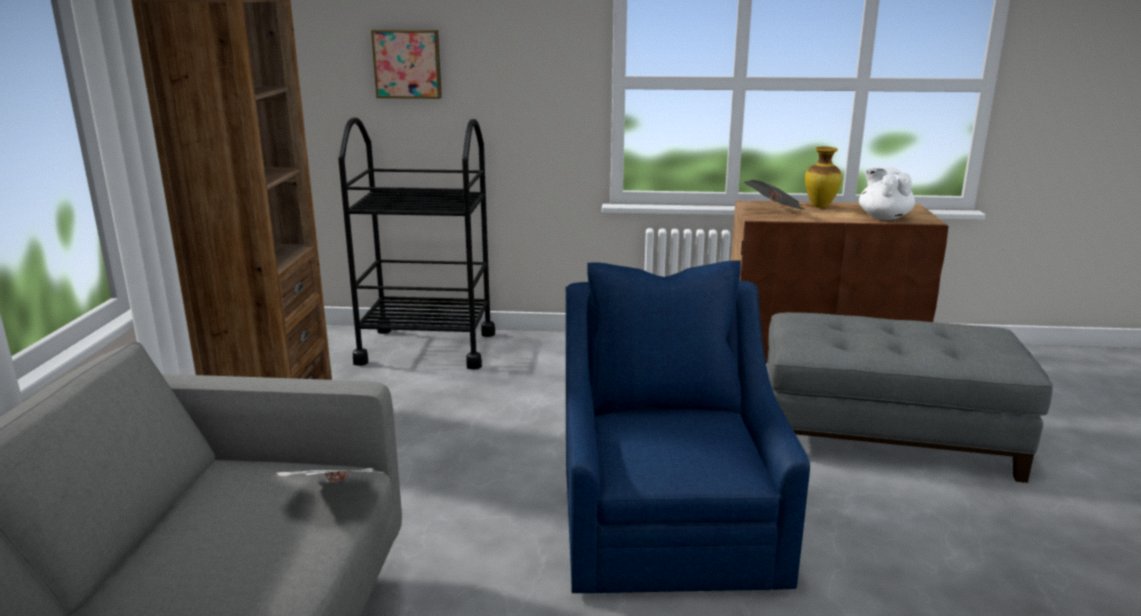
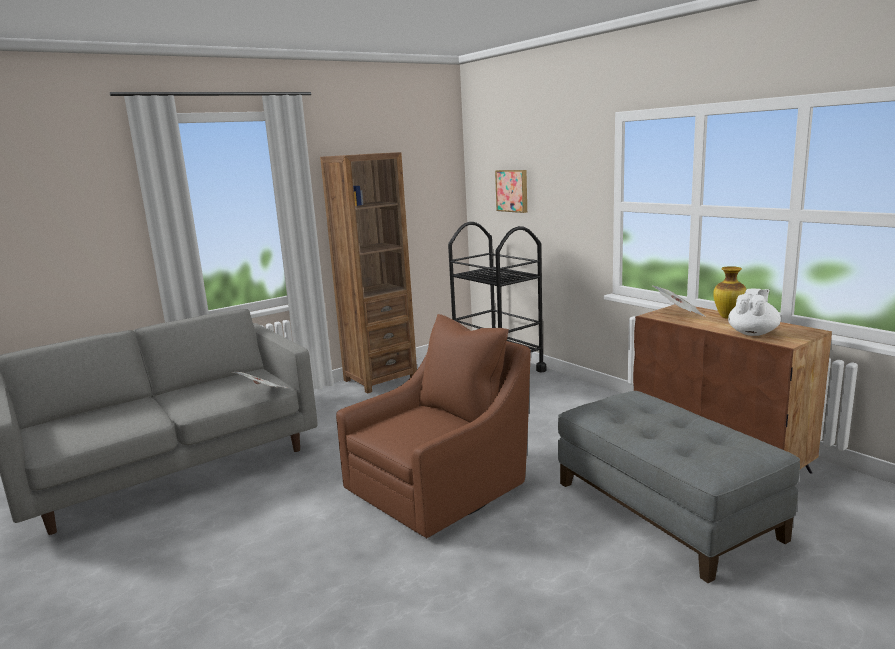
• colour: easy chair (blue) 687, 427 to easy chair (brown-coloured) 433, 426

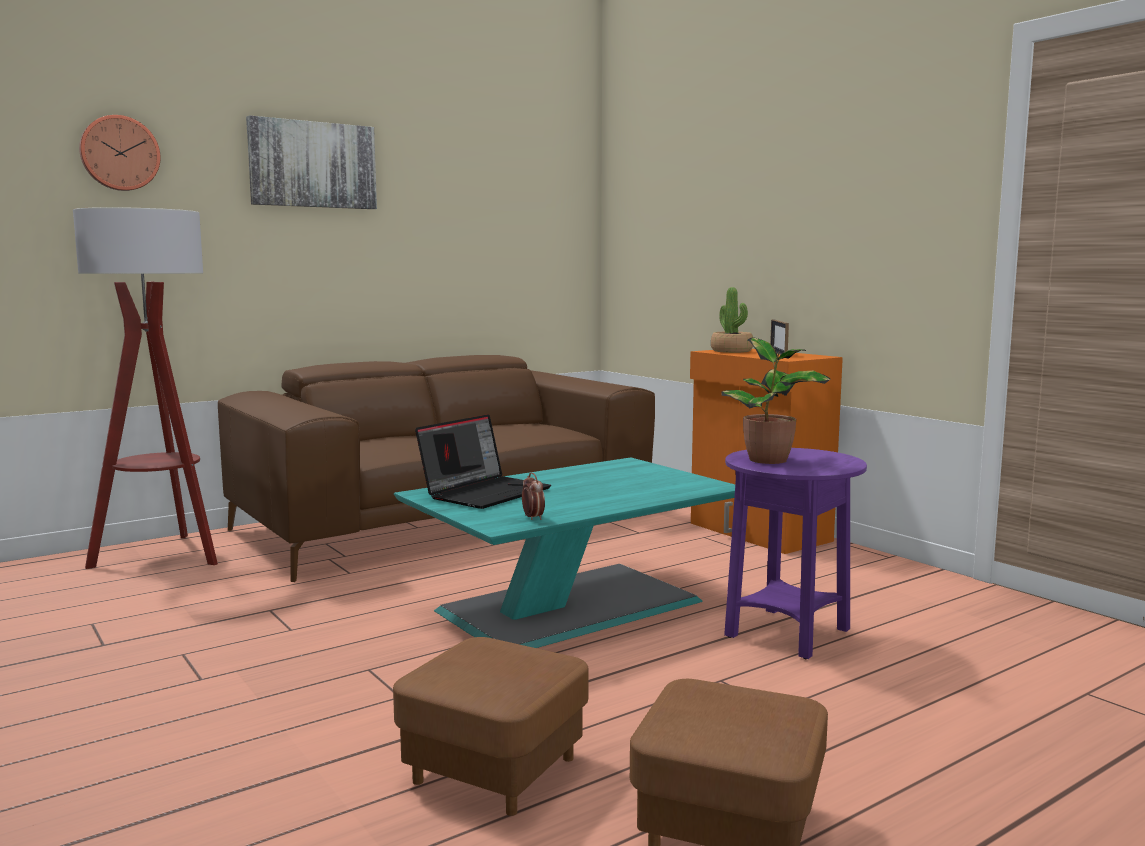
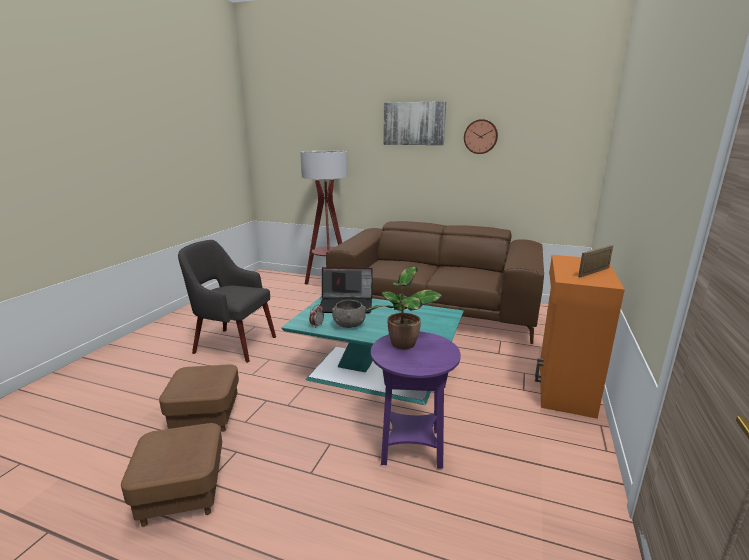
• relocated: clock on the wall 120, 153 to 481, 136
• missing: potted plant 732, 320
• appeared: easy chair (grey) 227, 301
• appeared: bowl (grey) 349, 314

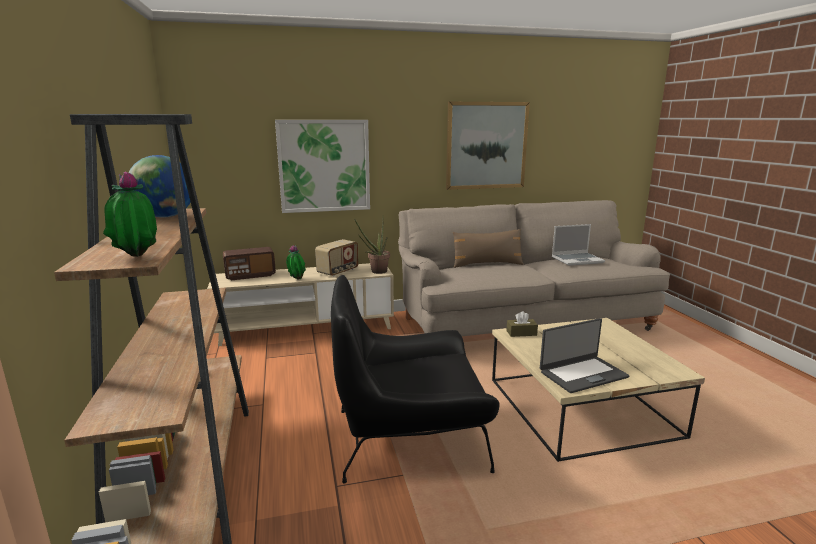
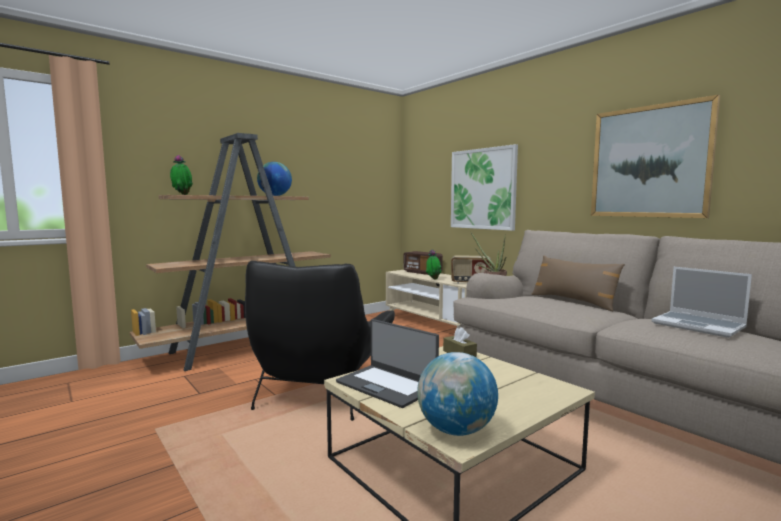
• spun: easy chair (black) 415, 379 = 320, 341 135 degrees counterclockwise
• appeared: globe 457, 394

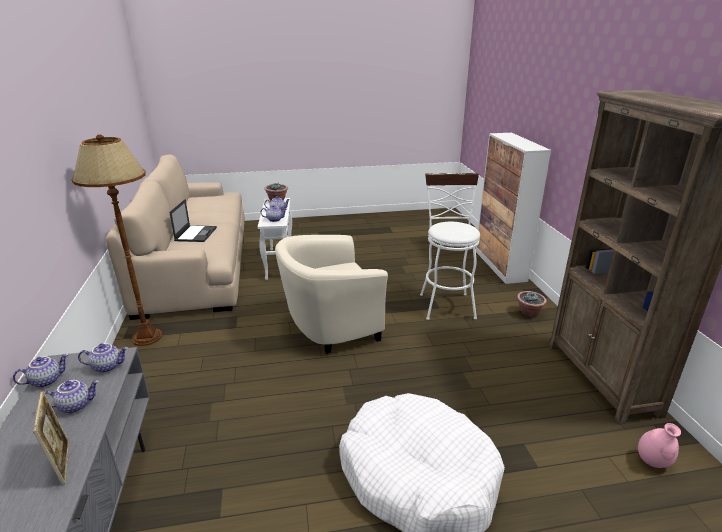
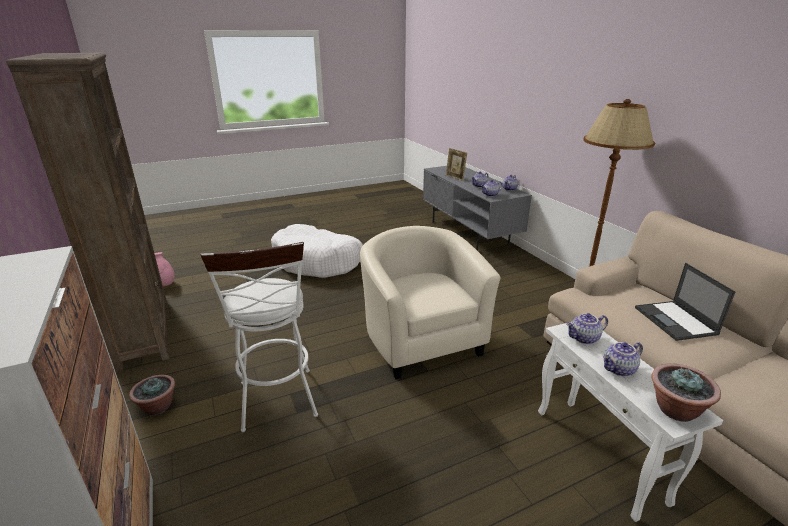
• spun: easy chair (beige-coloured) 331, 294 = 430, 302 75 degrees counterclockwise

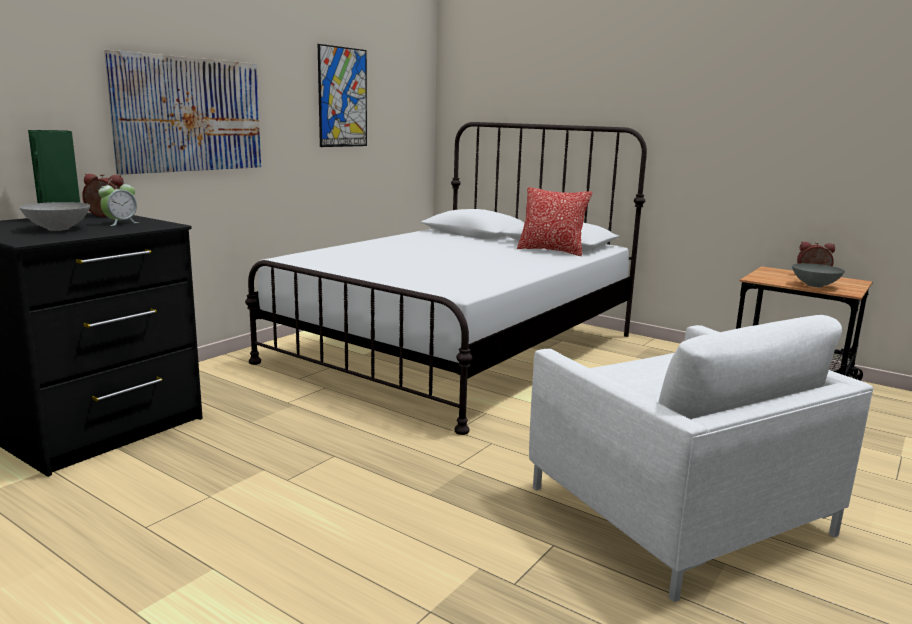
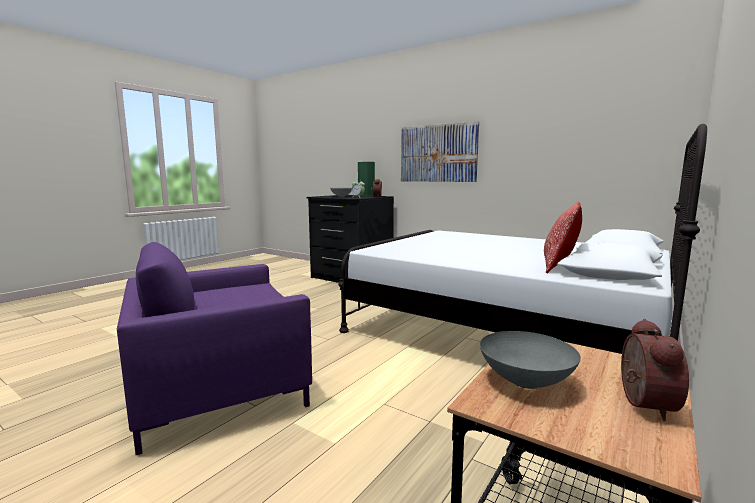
• missing: picture 342, 95
• colour: easy chair (white) 701, 458 to easy chair (purple) 214, 348

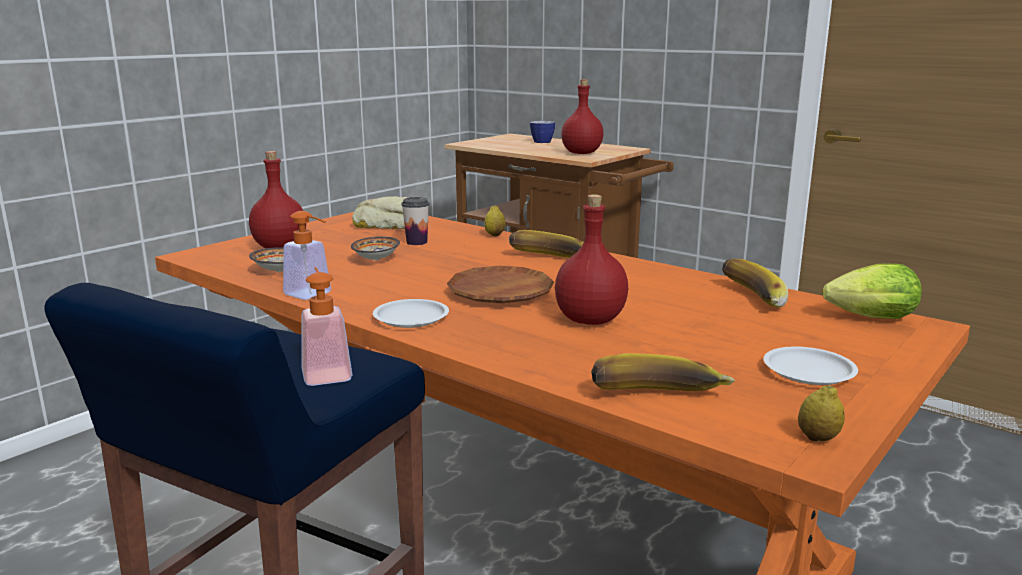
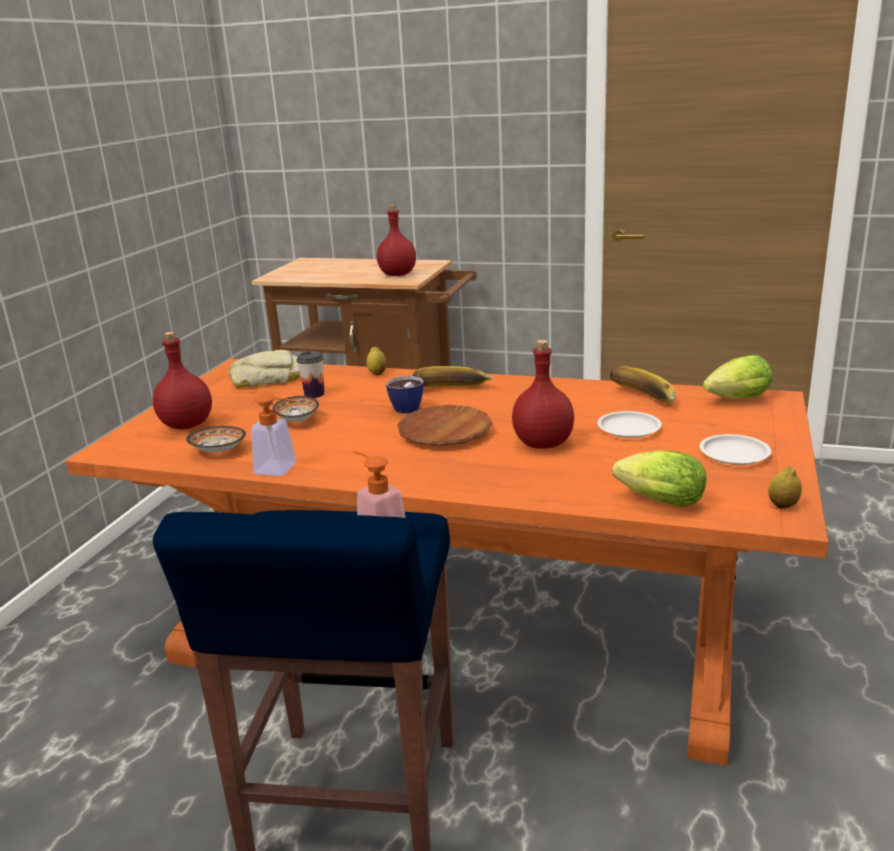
• relocated: dinner plate (white) 411, 313 to 629, 424
• relocated: cup 543, 132 to 405, 394
• exchanged: banana fruit 663, 372 to lettuce 660, 478

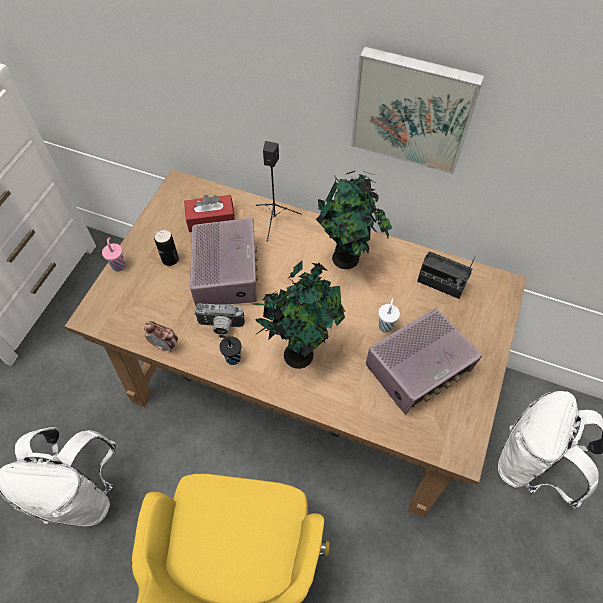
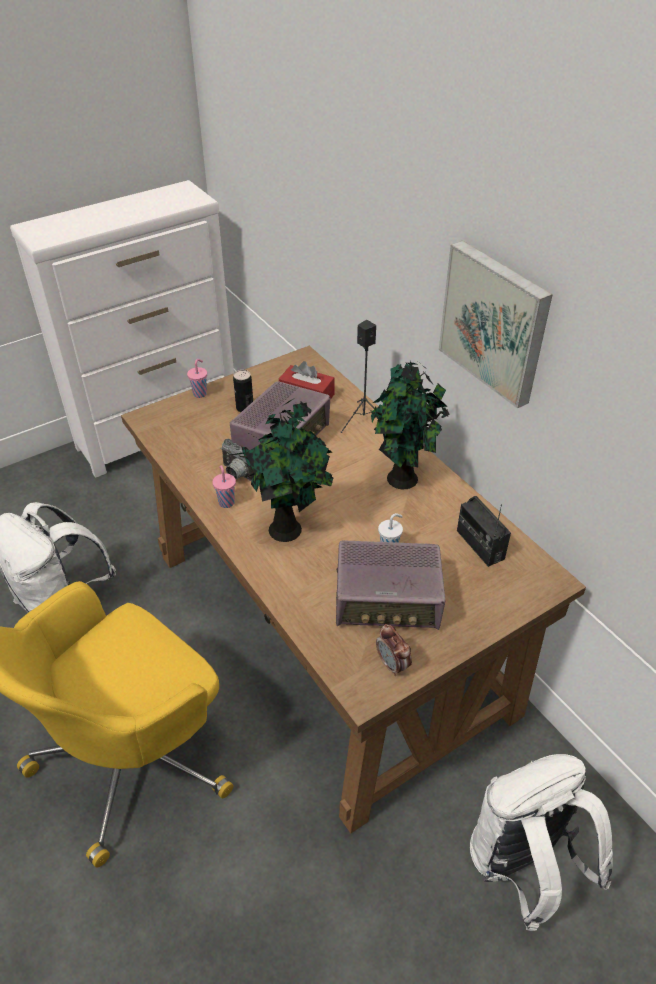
• relocated: alarm clock 161, 336 to 394, 650
• colour: cup (black) 230, 350 to cup (pink-coloured) 224, 486

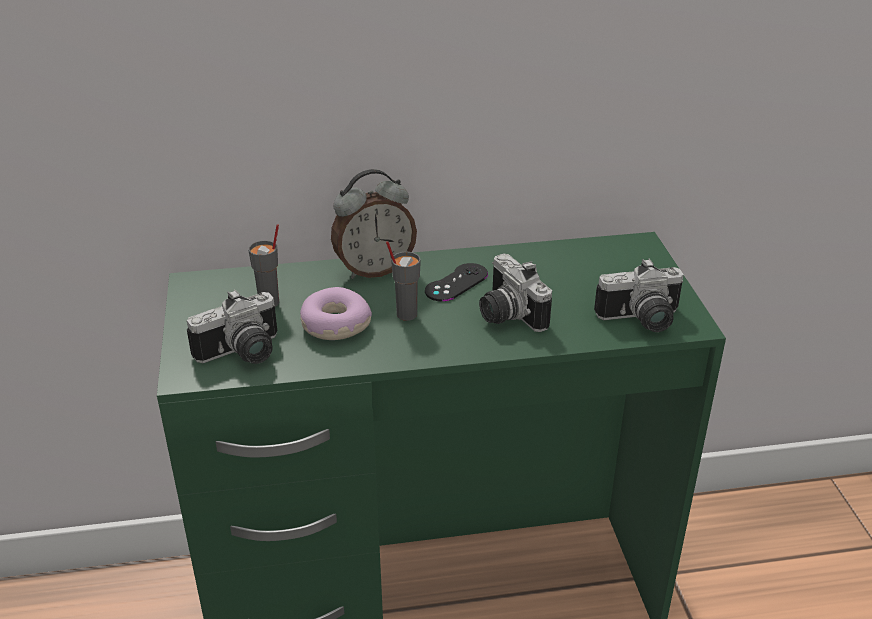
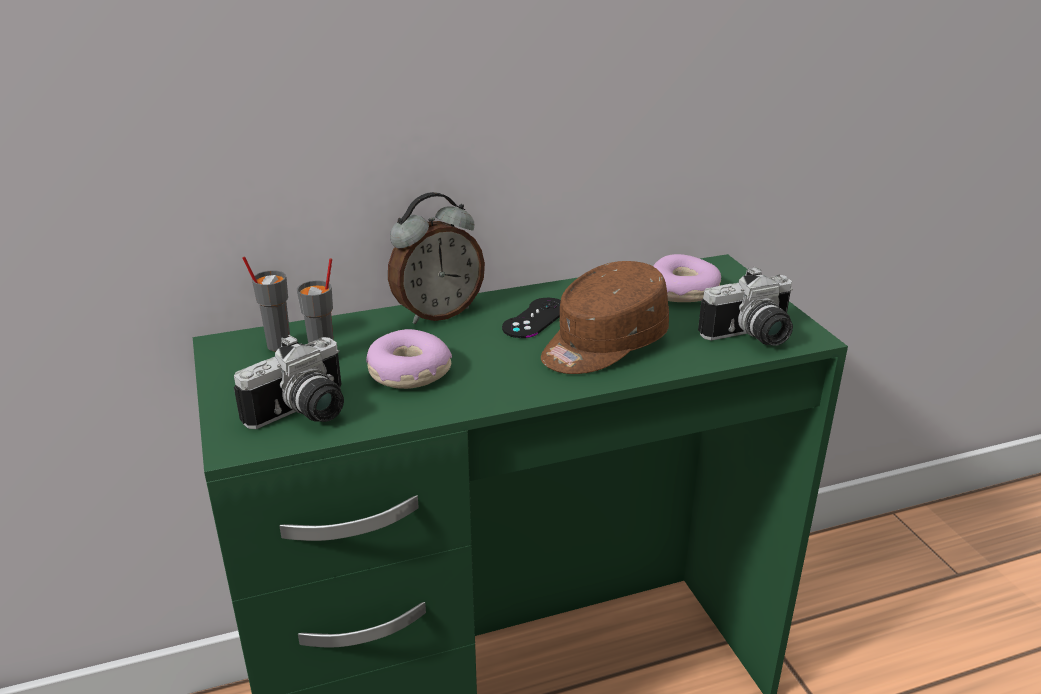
• relocated: cup (grey) 403, 281 to 266, 304
• exchanged: photo camera 515, 293 to peaked cap (brown-coloured) 605, 317
• appeared: ring doughnut 687, 278

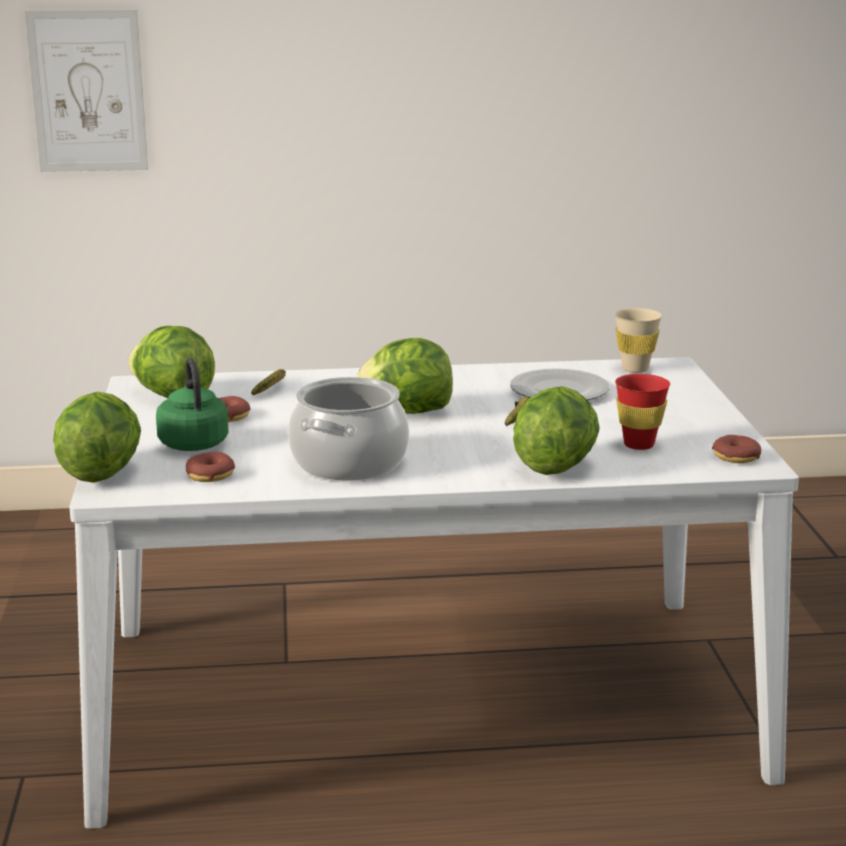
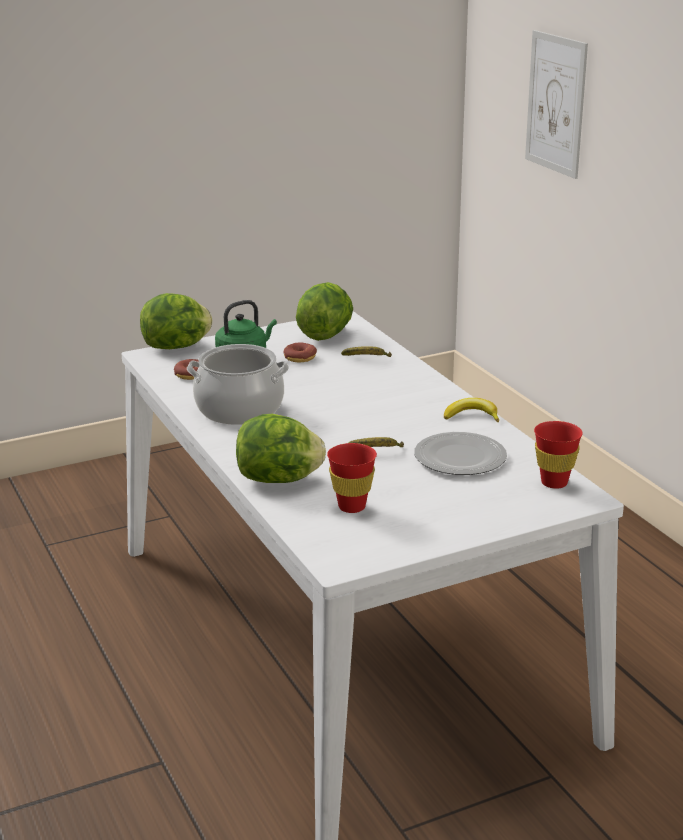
• missing: lettuce 404, 376
• colour: cup (beige-coloured) 638, 340 to cup (red-coloured) 558, 455
• missing: ring doughnut 736, 449
• appeared: banana fruit 471, 410

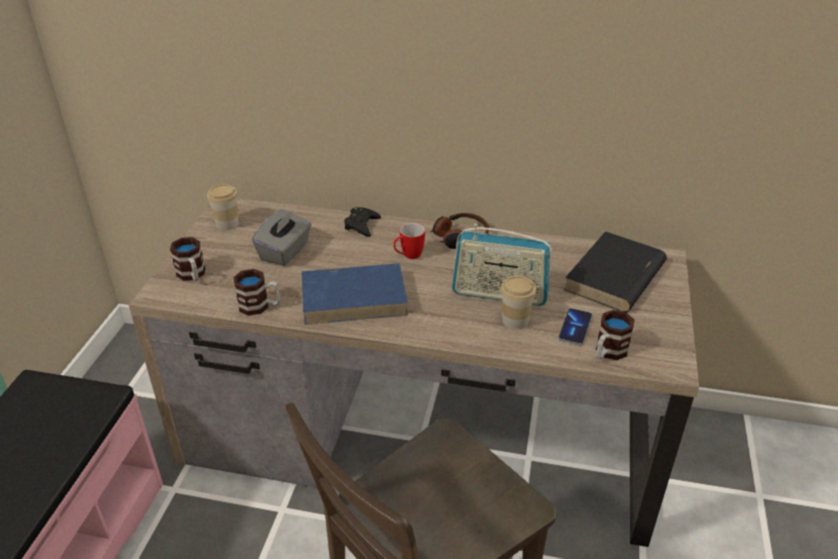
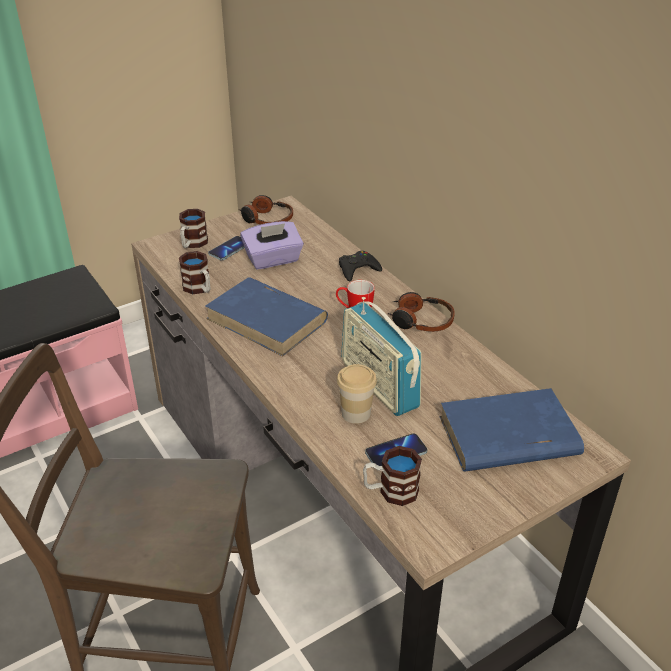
• exchanged: cup 223, 207 to headset 266, 210
• colour: box of tissues (grey) 282, 237 to box of tissues (purple) 272, 245
• colour: bound book (black) 615, 271 to bound book (blue) 511, 430
• appeared: telephone 226, 248

